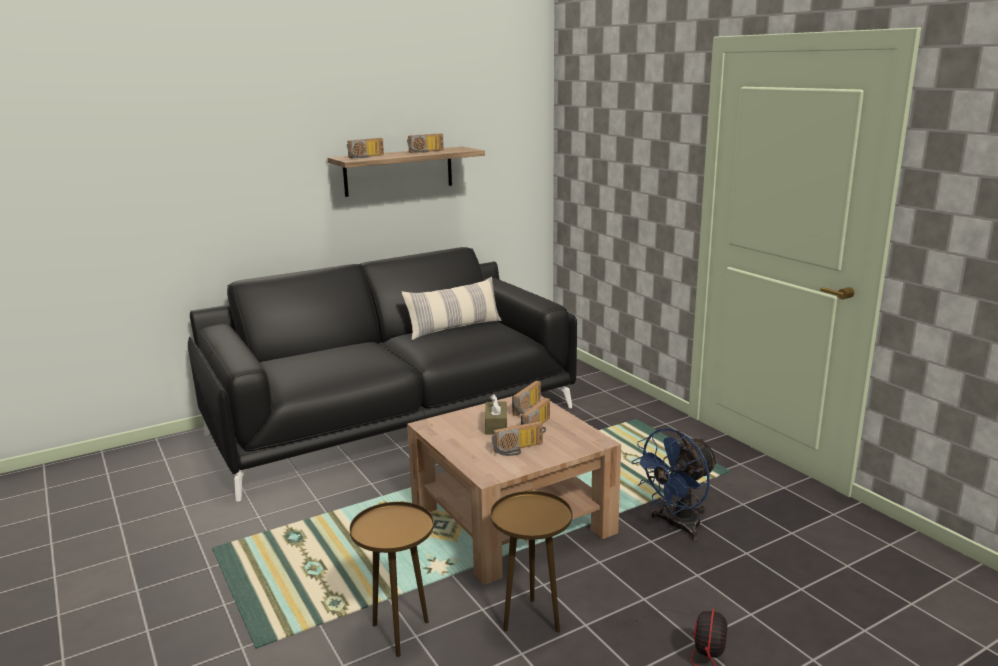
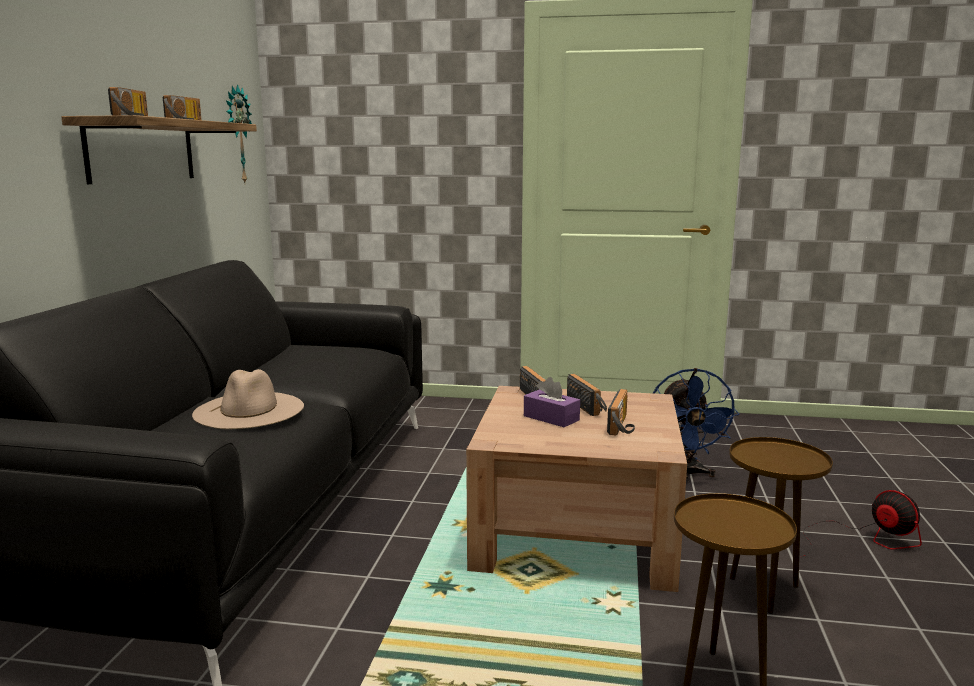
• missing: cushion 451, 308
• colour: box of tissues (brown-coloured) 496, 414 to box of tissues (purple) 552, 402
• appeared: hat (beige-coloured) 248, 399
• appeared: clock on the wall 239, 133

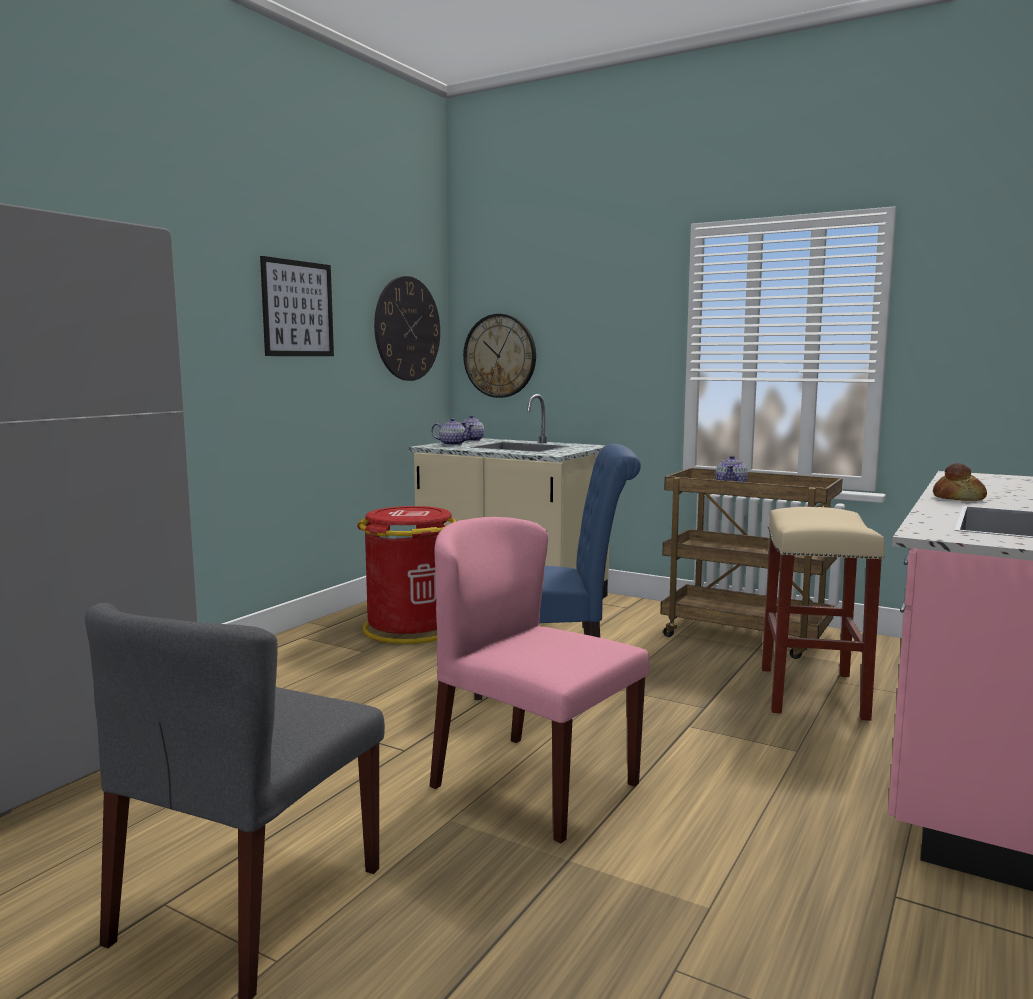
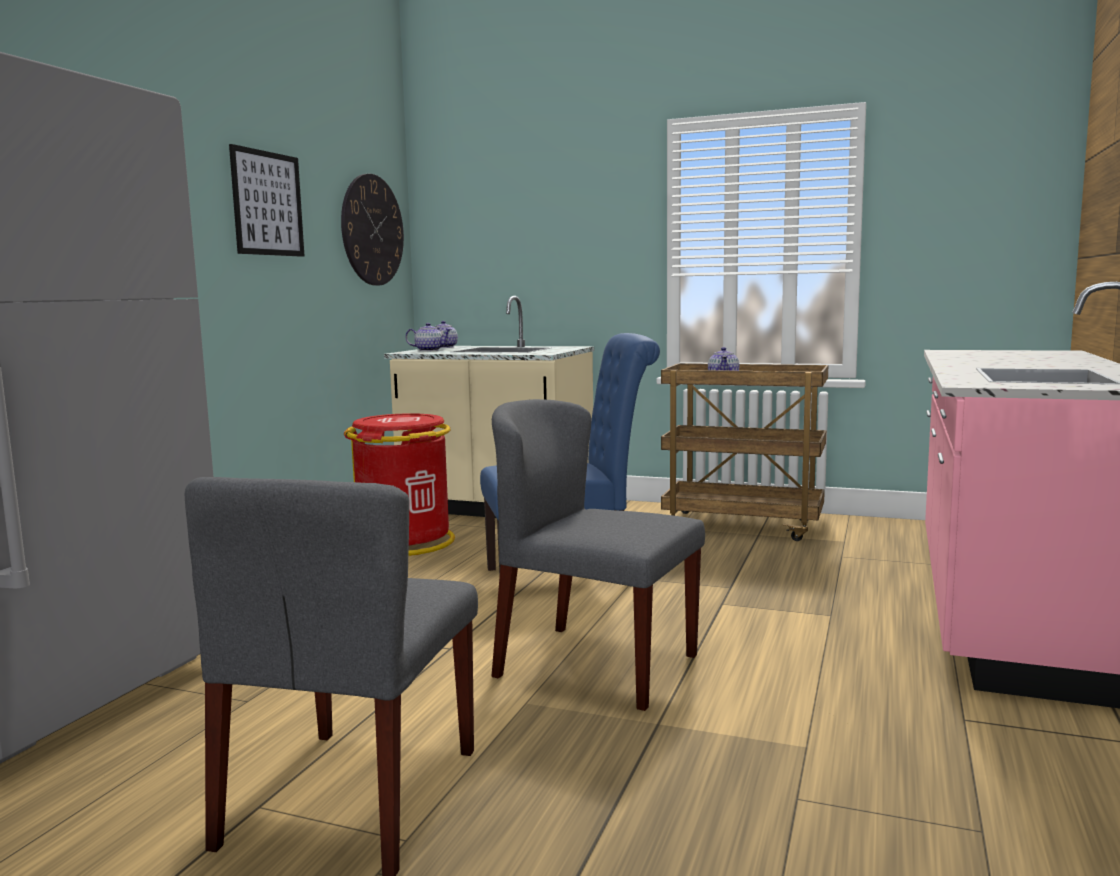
• colour: chair (pink-coloured) 539, 680 to chair (grey) 598, 555
• missing: clock on the wall 499, 356
• missing: sitting stool (beige-coloured) 823, 614
• missing: bread 960, 482

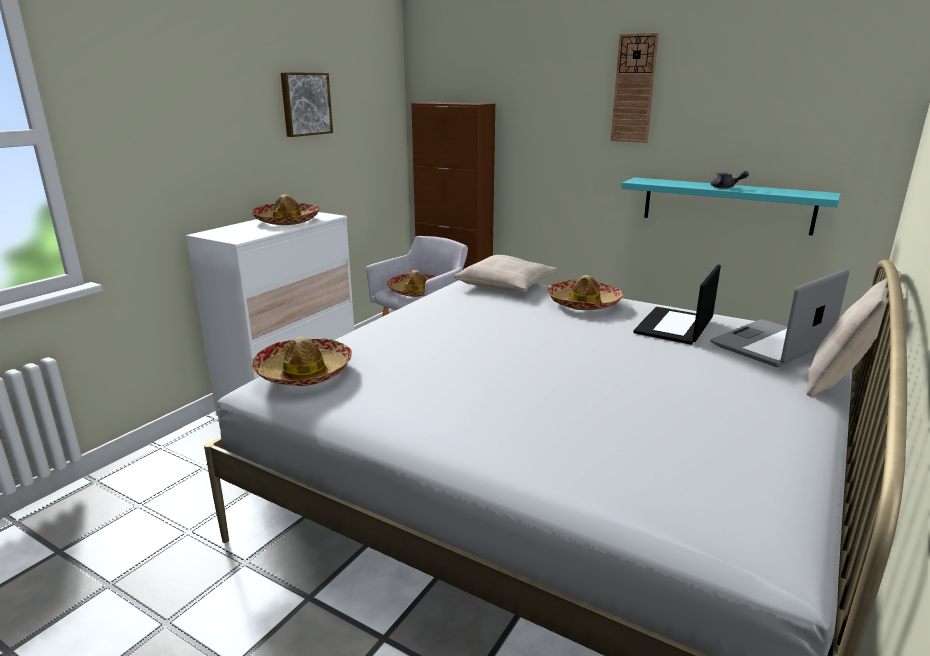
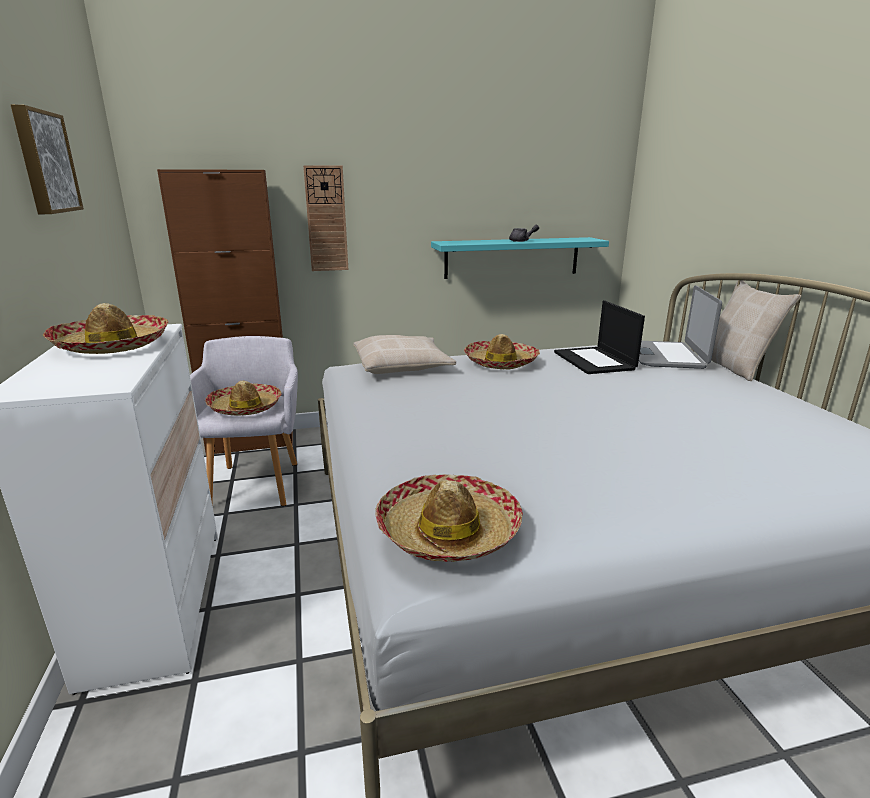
• relocated: clock on the wall 635, 88 to 326, 218

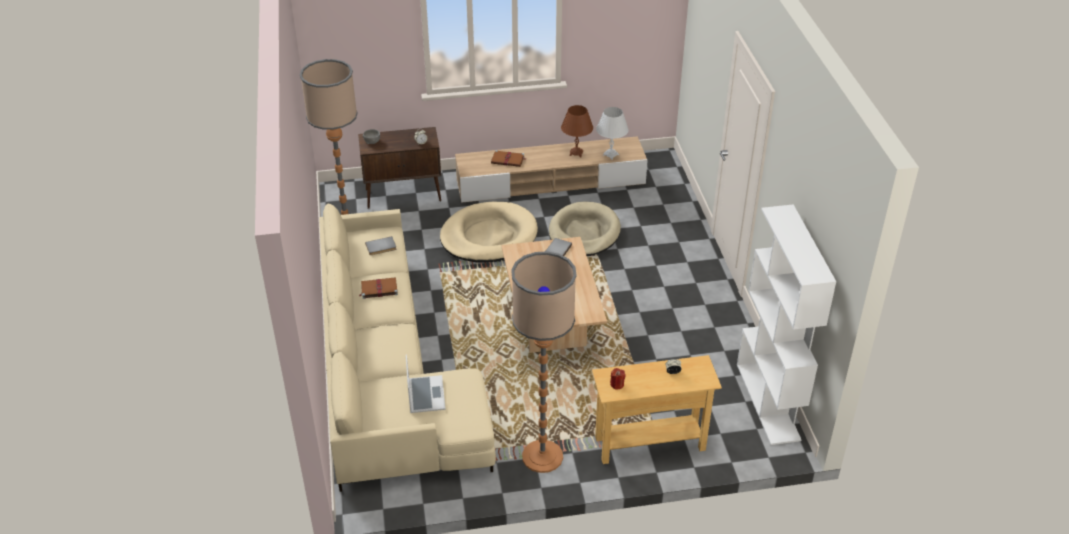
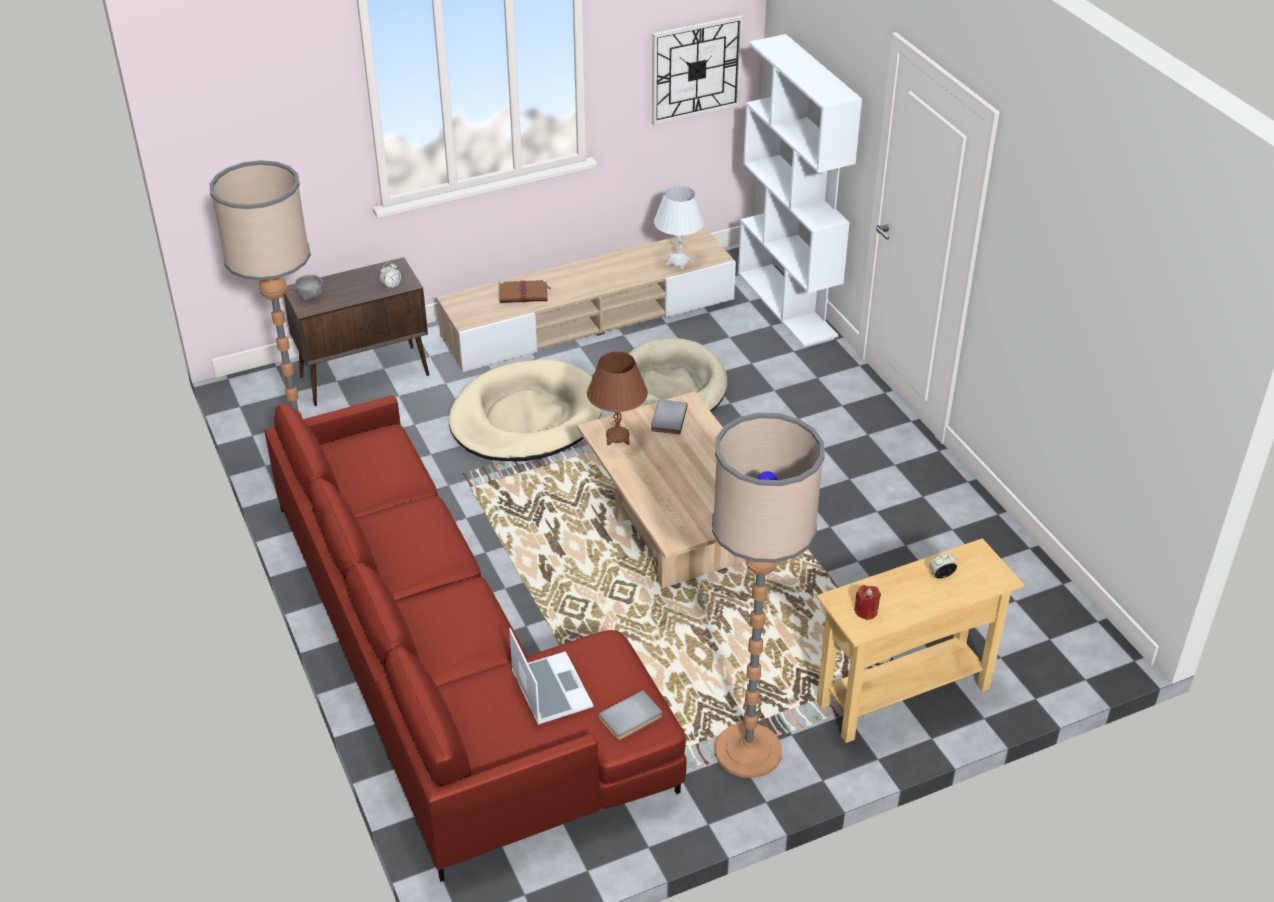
• colour: sofa (beige-coloured) 407, 347 to sofa (red-coloured) 475, 638
• missing: bound book (brown-coloured) 379, 288
• relocated: bound book (grey) 380, 245 to 630, 715
• relocated: lamp for a table (brown-coloured) 577, 131 to 617, 398
• relocated: bookcase (white) 786, 324 to 800, 190
• appeared: clock on the wall 698, 70

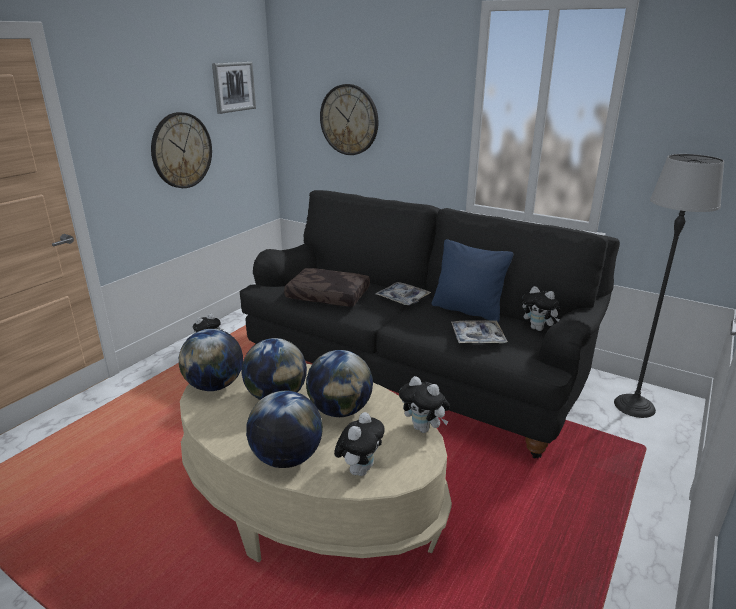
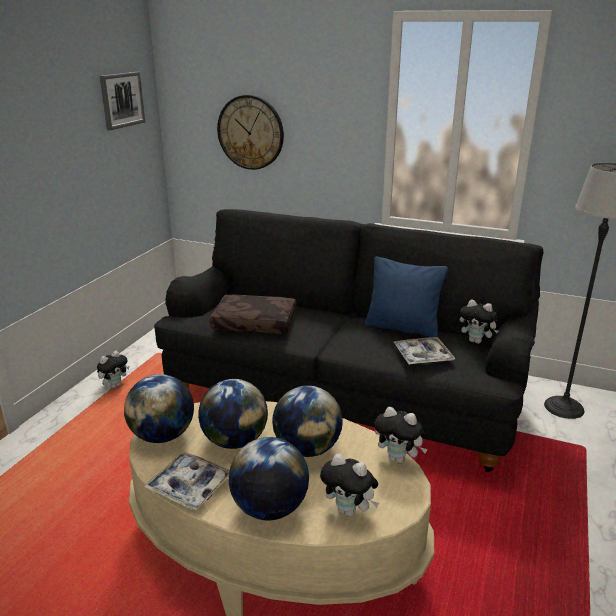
• missing: clock on the wall 181, 150
• spun: plush toy 359, 444 = 349, 485 105 degrees clockwise
• relocated: serving tray 403, 294 to 187, 481

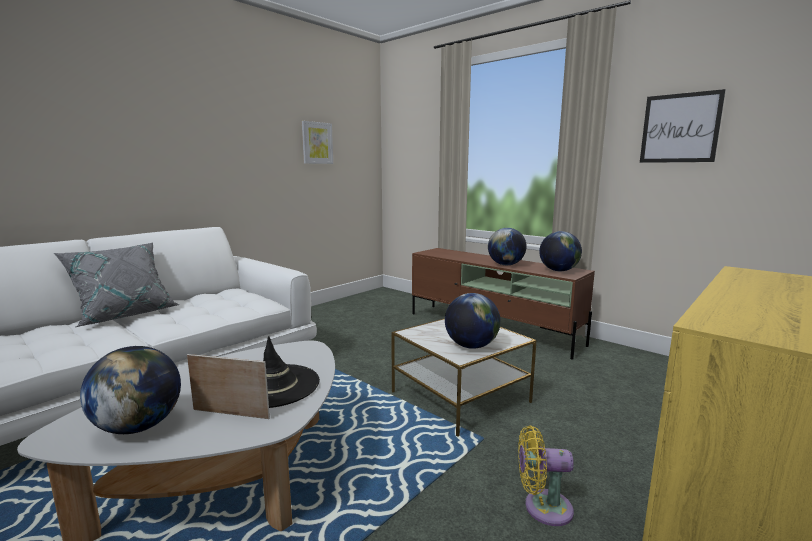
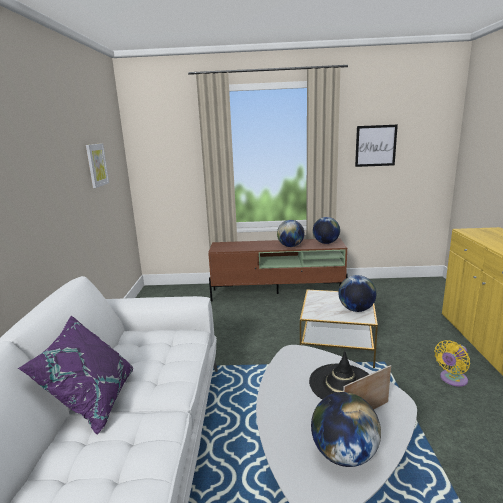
• colour: cushion (grey) 117, 285 to cushion (purple) 75, 375

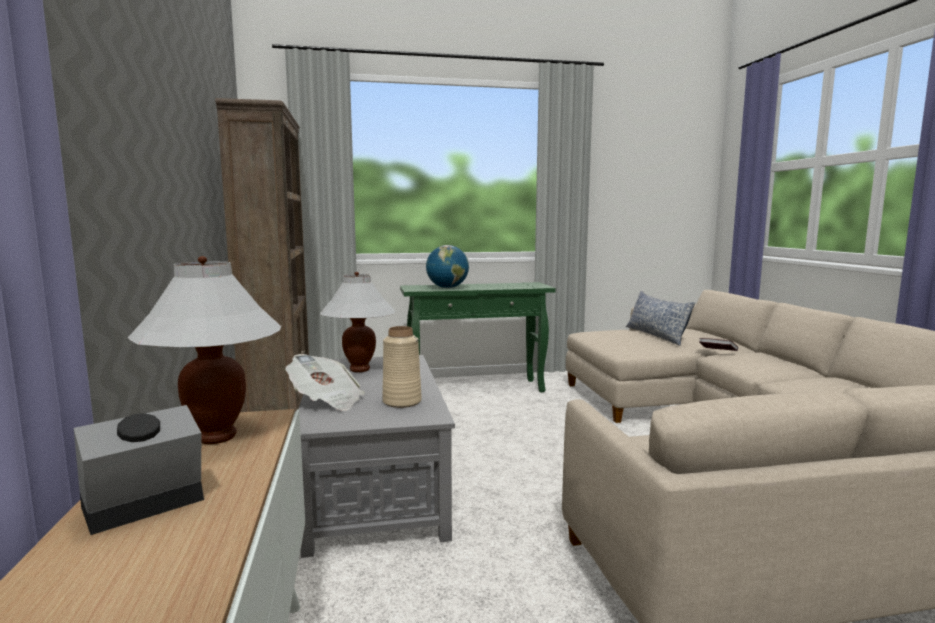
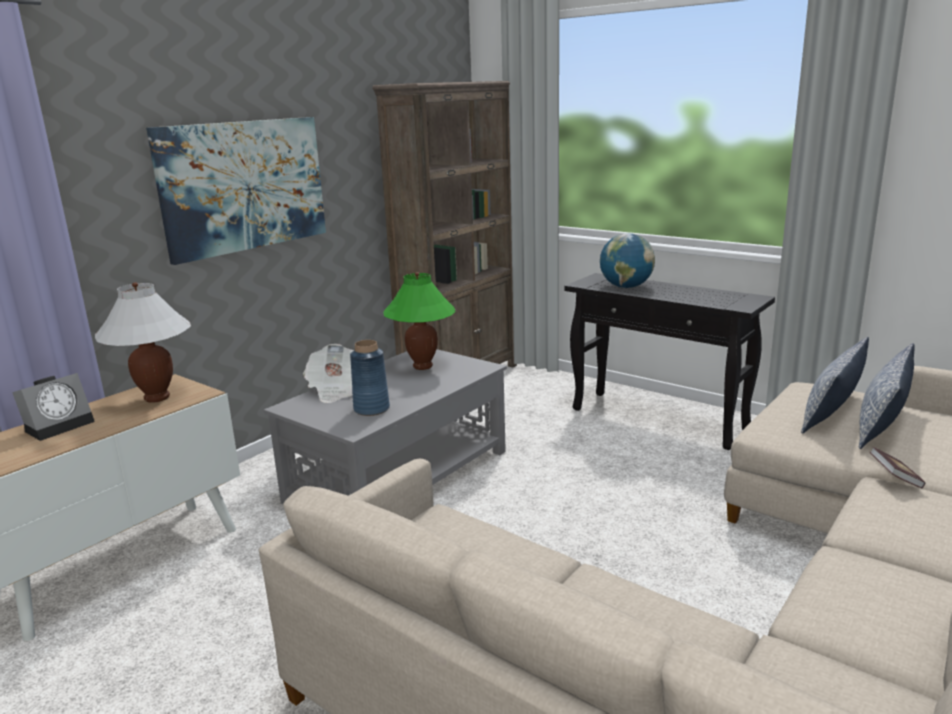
• spun: alarm clock 139, 470 = 53, 407 120 degrees clockwise
• colour: lamp for a table (white) 357, 322 to lamp for a table (greenish) 419, 321
• colour: vase (beige-coloured) 402, 367 to vase (blue) 370, 378
• colour: hall table (greenish) 478, 337 to hall table (black) 669, 361
• appeared: picture 236, 191
• appeared: cushion 835, 385

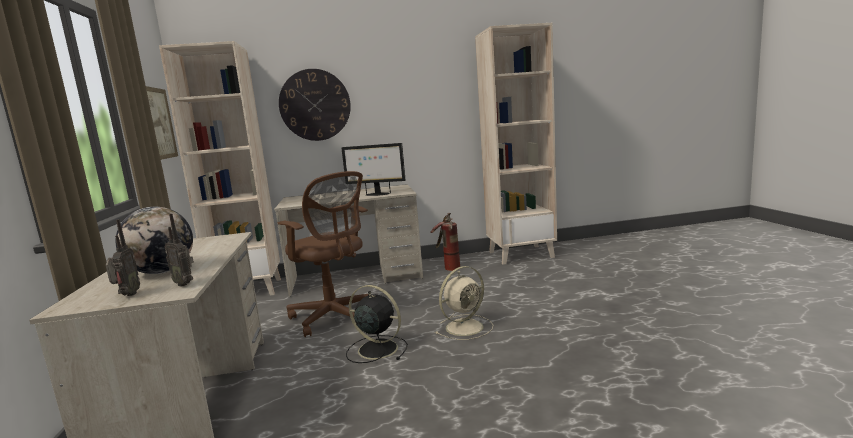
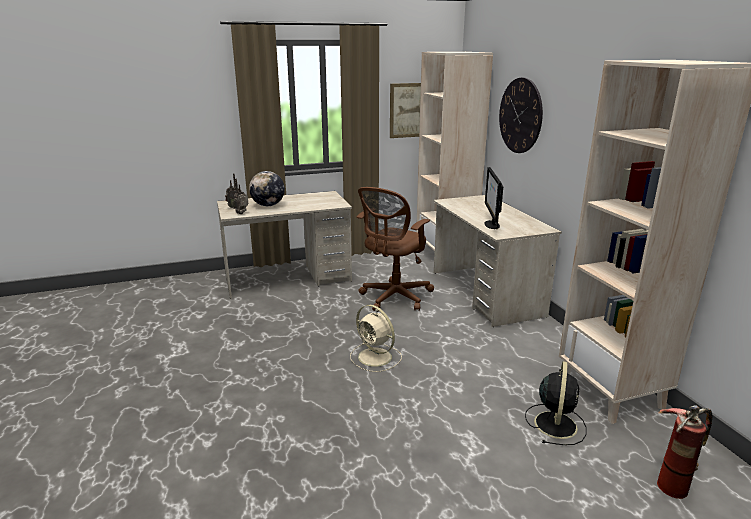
• relocated: fan (black) 377, 324 to 556, 403
• relocated: fire extinguisher 445, 242 to 685, 452

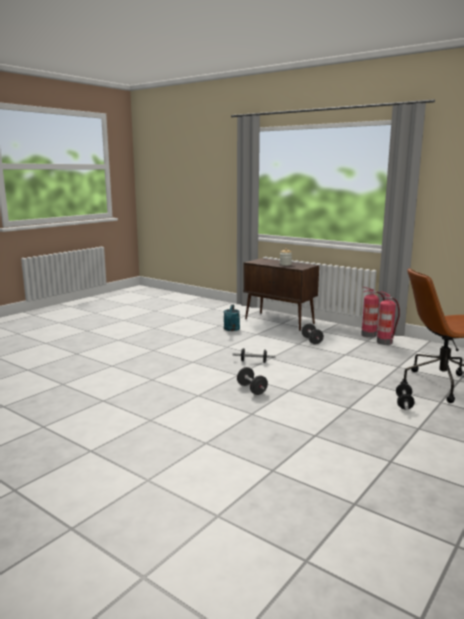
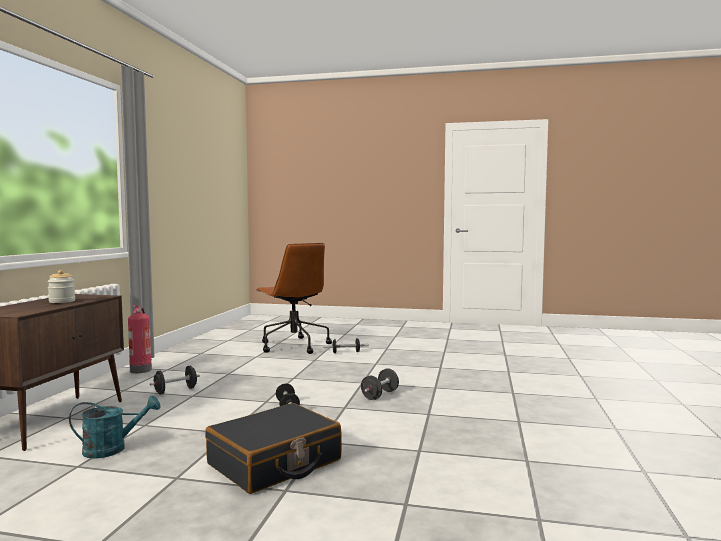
• missing: fire extinguisher 388, 318
• appeared: piece of luggage (black) 273, 448

